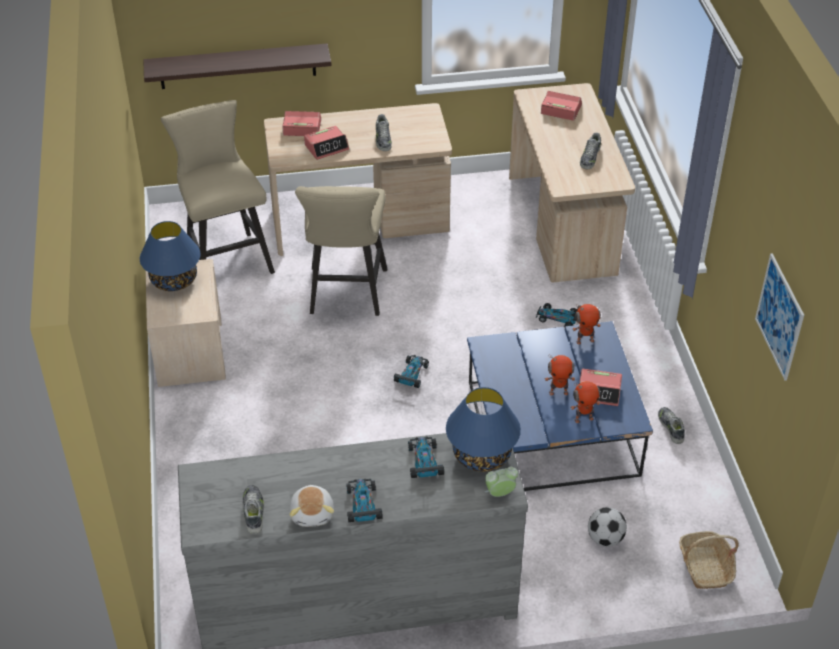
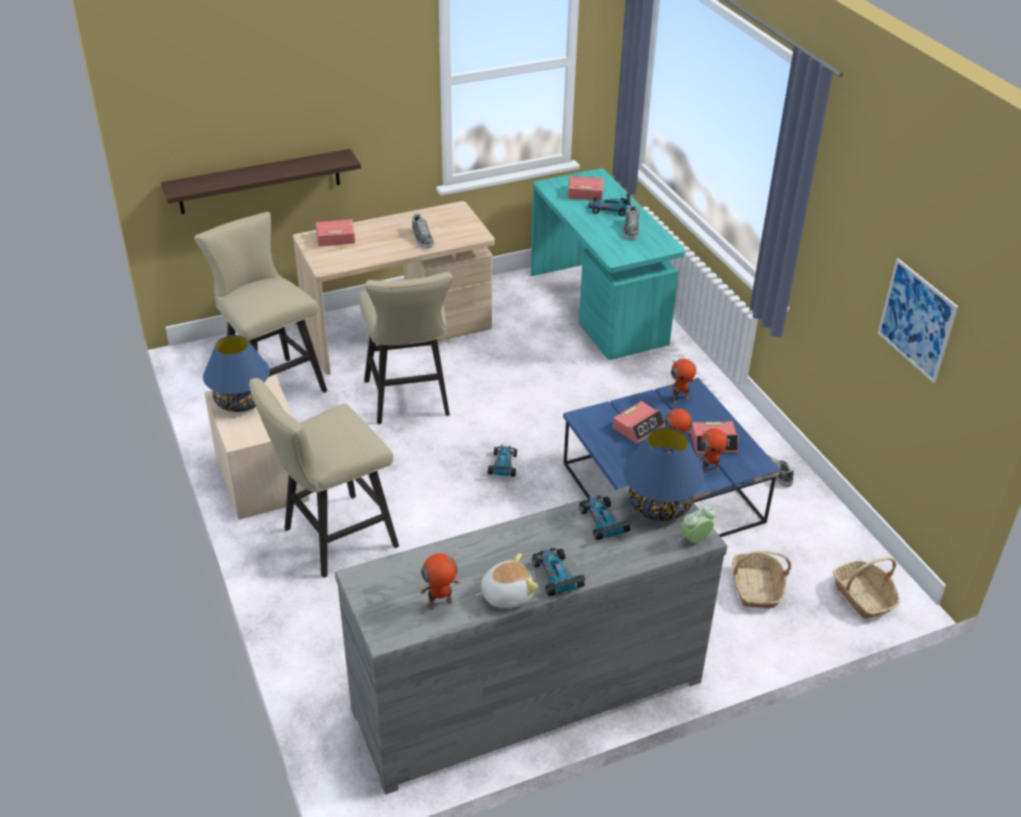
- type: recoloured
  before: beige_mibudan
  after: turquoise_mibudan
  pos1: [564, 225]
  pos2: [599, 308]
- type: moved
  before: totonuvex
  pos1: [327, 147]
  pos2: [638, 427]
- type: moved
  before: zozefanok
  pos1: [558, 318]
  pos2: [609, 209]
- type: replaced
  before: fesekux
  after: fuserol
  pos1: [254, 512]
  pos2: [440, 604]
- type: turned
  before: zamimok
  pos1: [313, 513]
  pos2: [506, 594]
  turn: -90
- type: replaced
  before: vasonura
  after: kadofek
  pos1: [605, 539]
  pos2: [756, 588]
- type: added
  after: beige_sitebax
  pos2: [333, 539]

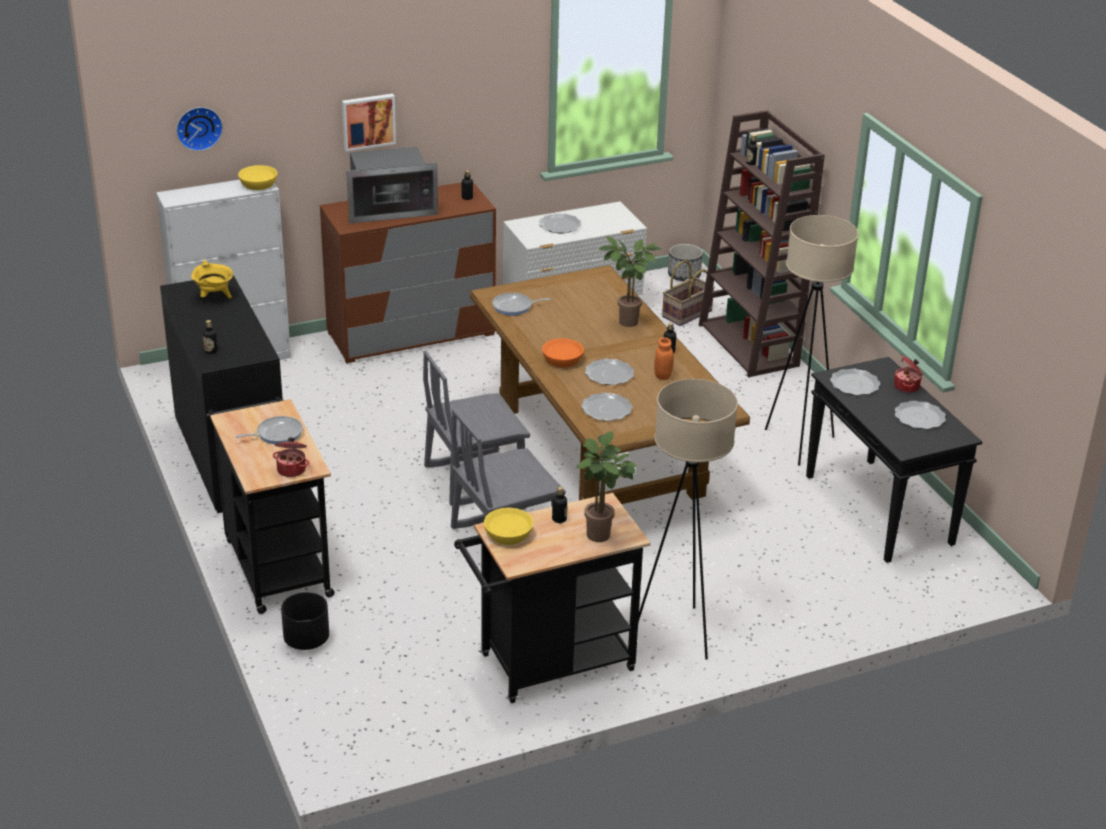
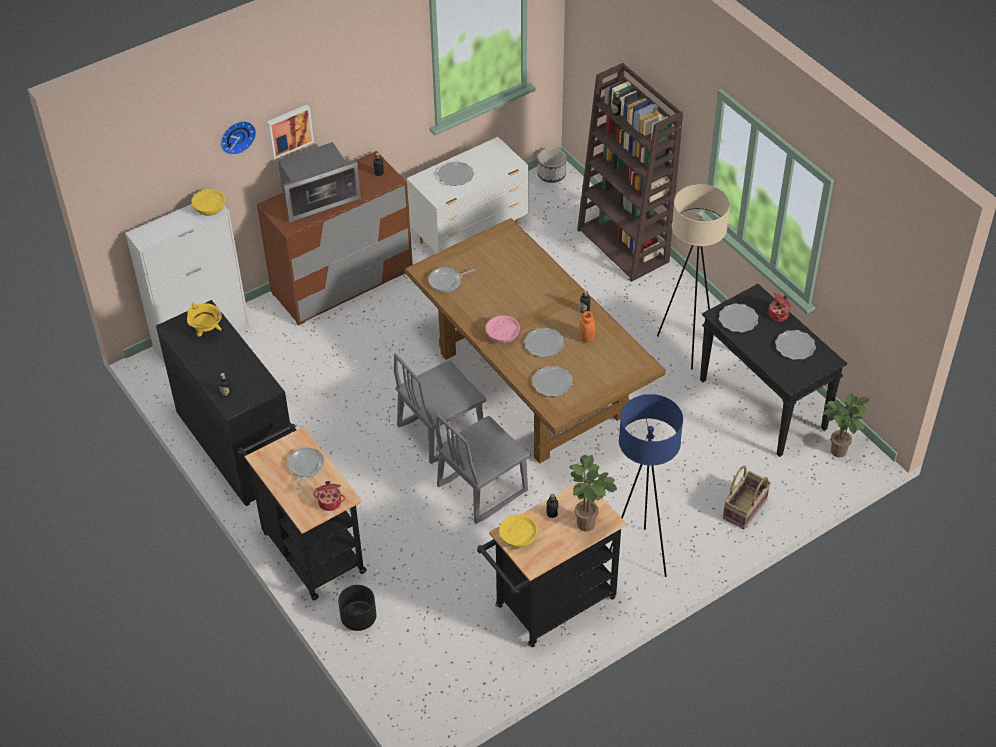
- type: moved
  before: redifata
  pos1: [198, 127]
  pos2: [236, 136]
- type: moved
  before: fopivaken
  pos1: [626, 323]
  pos2: [837, 453]
- type: moved
  before: kadofek
  pos1: [687, 314]
  pos2: [745, 509]
- type: recoloured
  before: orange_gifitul
  after: pink_gifitul
  pos1: [562, 360]
  pos2: [502, 335]
- type: recoloured
  before: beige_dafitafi
  after: blue_dafitafi
  pos1: [678, 633]
  pos2: [639, 556]
- type: turned
  before: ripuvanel
  pos1: [277, 434]
  pos2: [305, 466]
  turn: -45

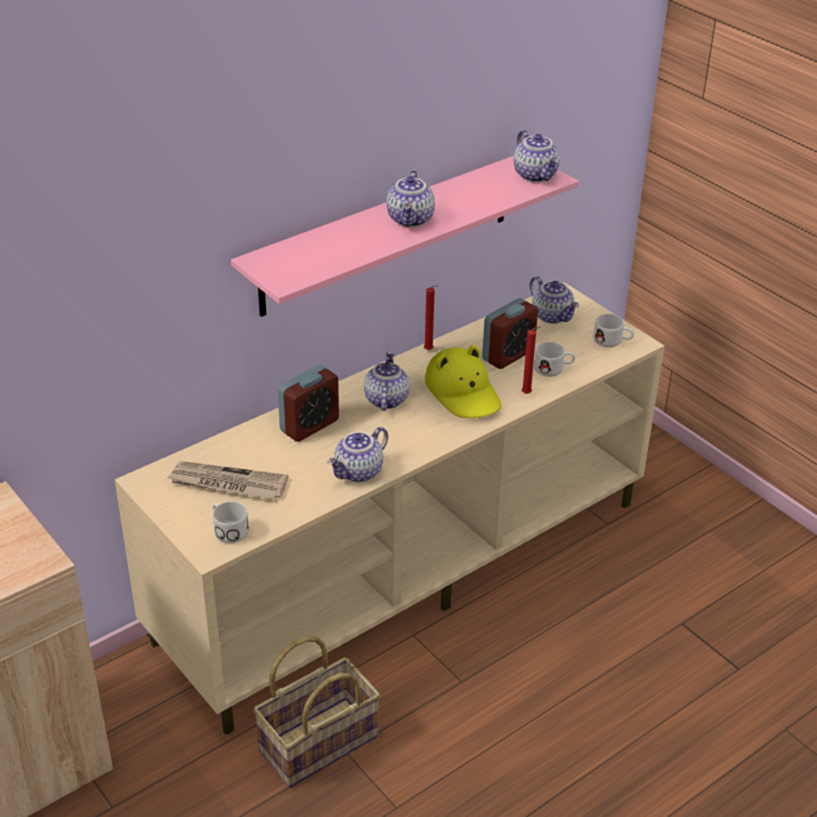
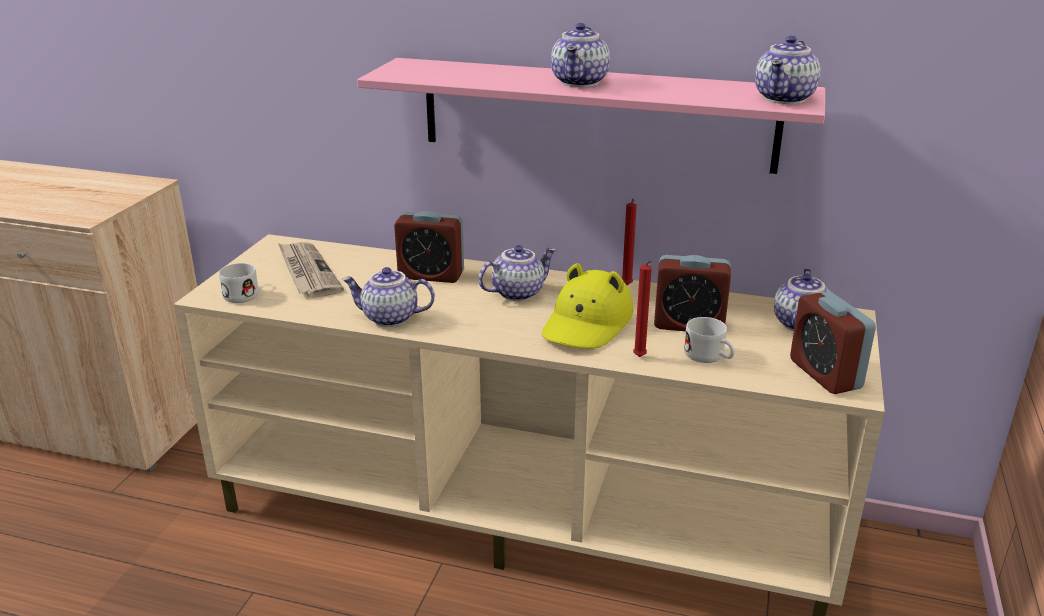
- type: turned
  before: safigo
  pos1: [411, 220]
  pos2: [581, 82]
  turn: -45
- type: replaced
  before: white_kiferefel
  after: totonuvex
  pos1: [612, 341]
  pos2: [825, 374]
- type: removed
  before: kadofek
  pos1: [318, 741]

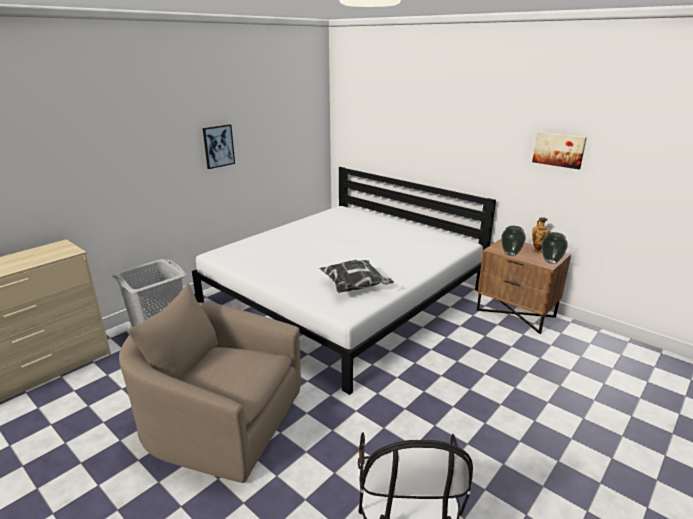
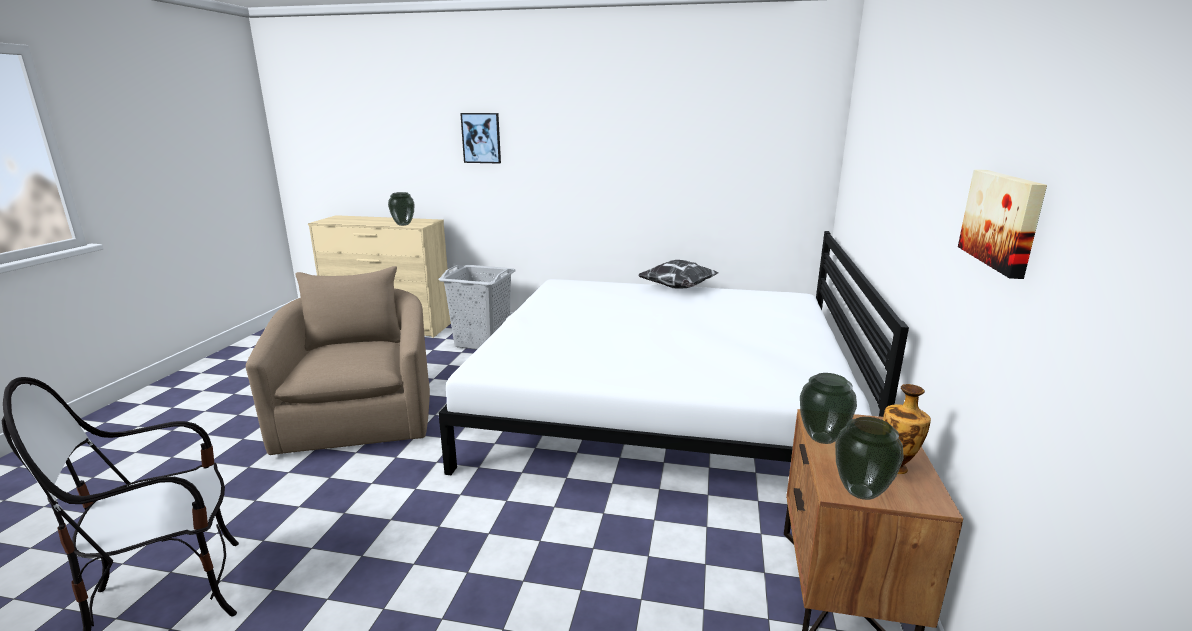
- type: moved
  before: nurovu
  pos1: [218, 146]
  pos2: [481, 138]
- type: moved
  before: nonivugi
  pos1: [355, 287]
  pos2: [678, 288]
- type: added
  after: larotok
  pos2: [403, 224]

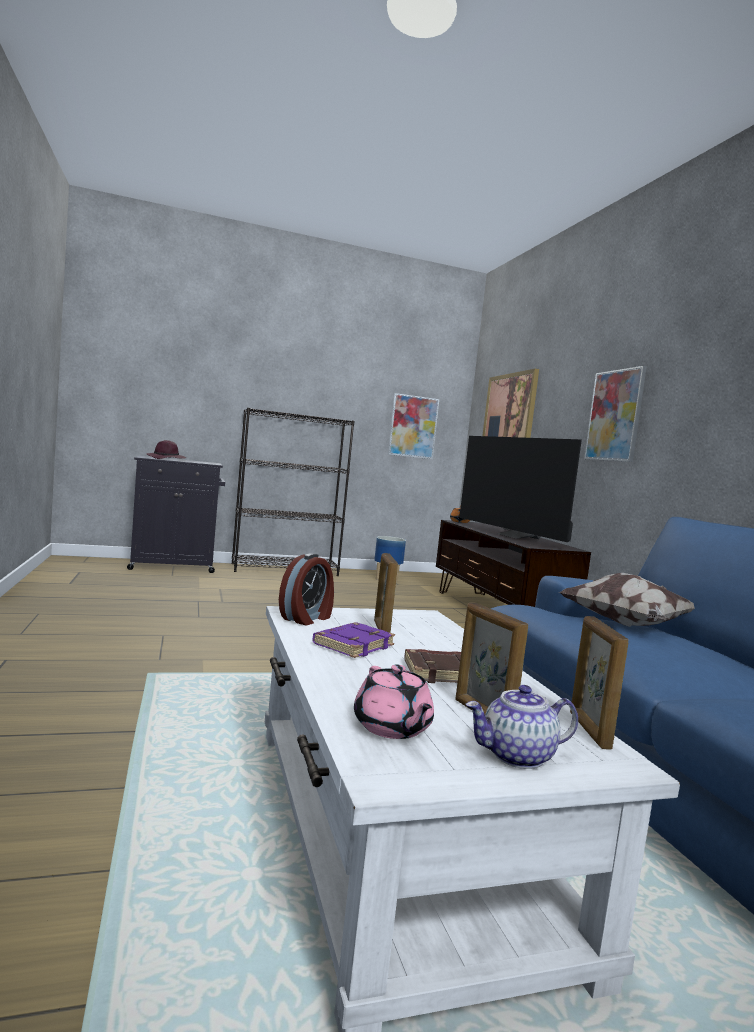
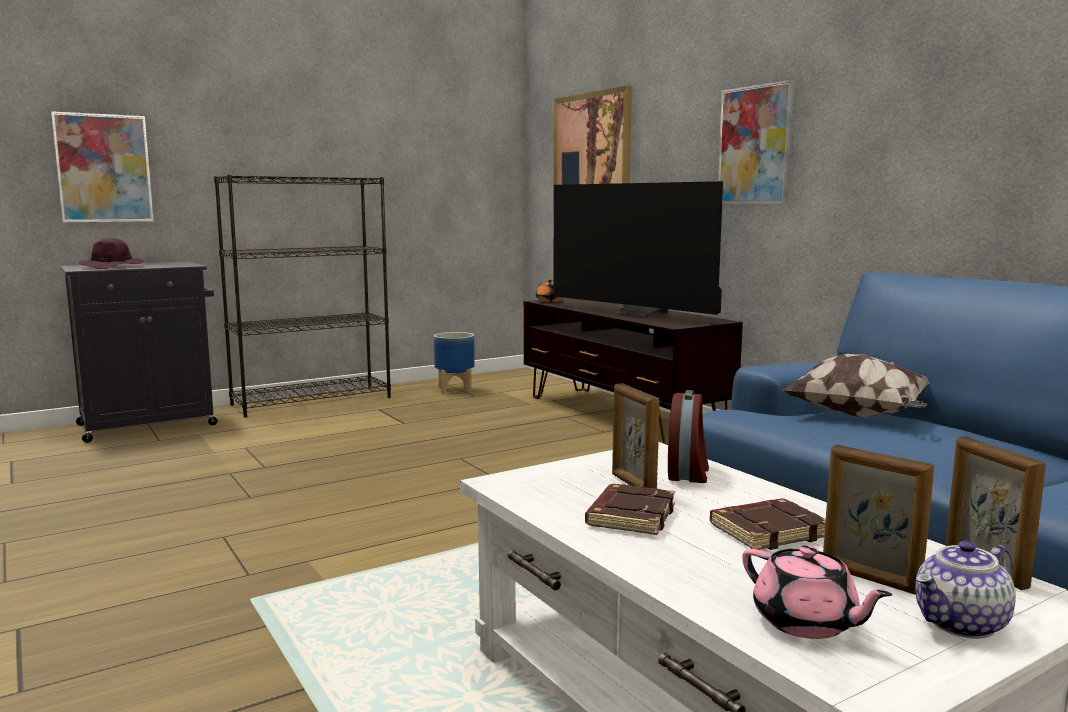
- type: moved
  before: nurovu
  pos1: [413, 426]
  pos2: [104, 168]
- type: moved
  before: totonuvex
  pos1: [307, 618]
  pos2: [689, 473]
- type: recoloured
  before: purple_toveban
  after: brown_toveban
  pos1: [353, 645]
  pos2: [630, 516]

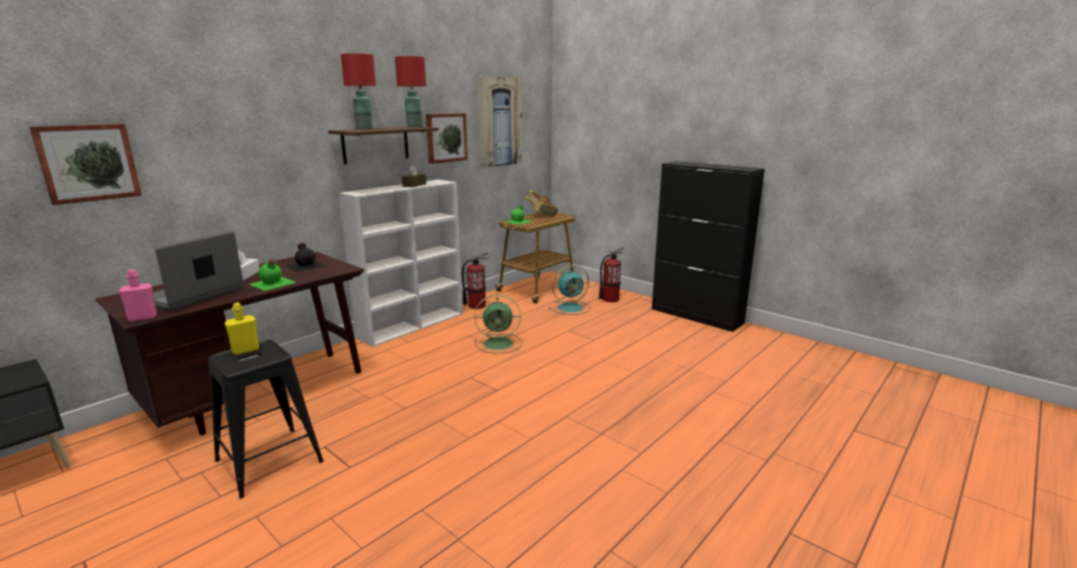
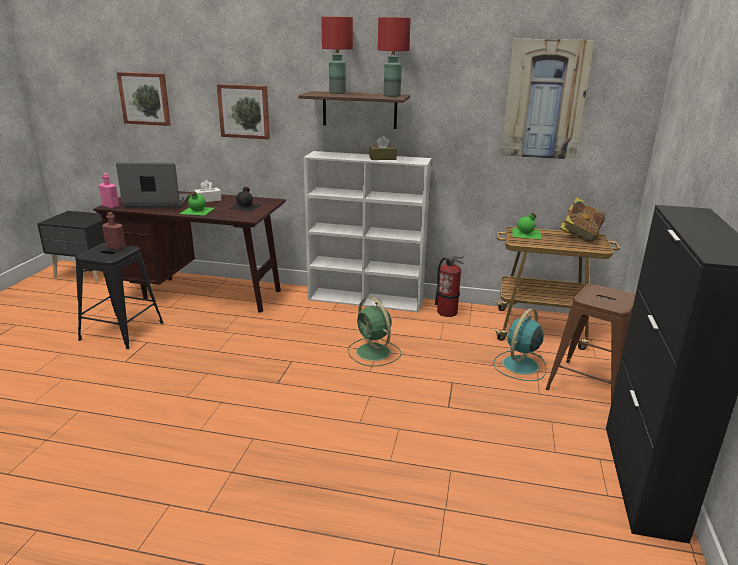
- type: moved
  before: nurovu
  pos1: [446, 137]
  pos2: [244, 111]
- type: replaced
  before: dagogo
  after: brown_sitebax
  pos1: [610, 299]
  pos2: [588, 385]
- type: turned
  before: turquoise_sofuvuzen
  pos1: [571, 308]
  pos2: [519, 366]
  turn: 90
- type: recoloured
  before: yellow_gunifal
  after: red_gunifal
  pos1: [245, 350]
  pos2: [116, 247]

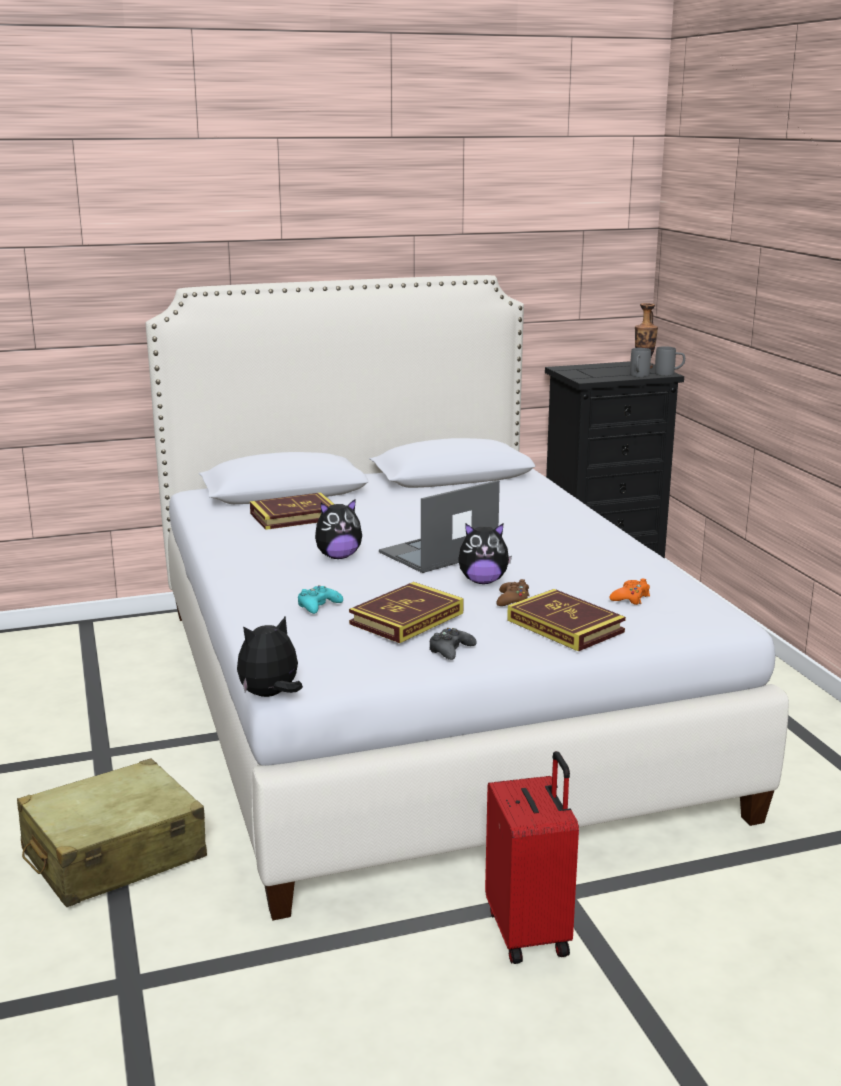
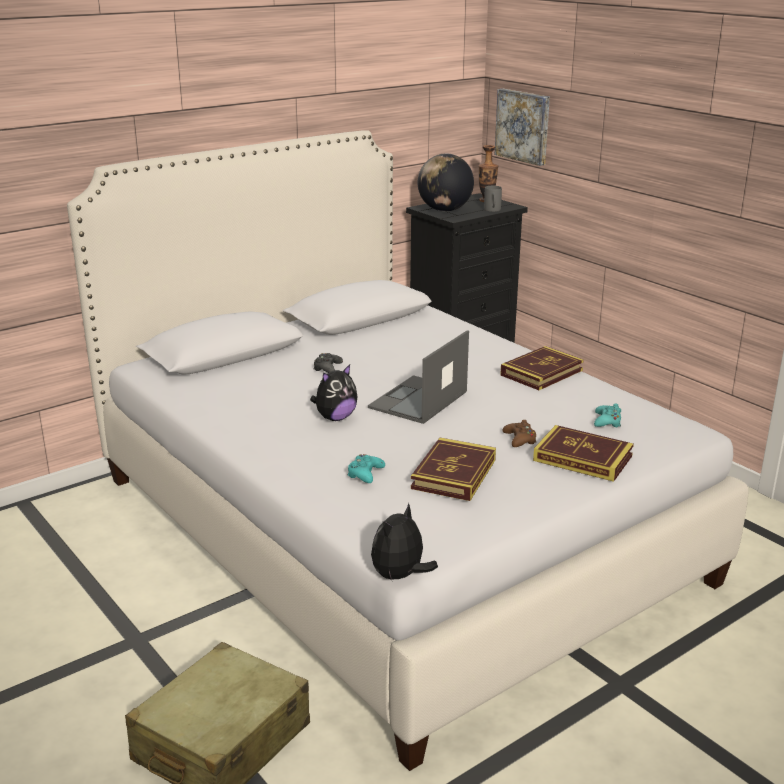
- type: removed
  before: grey_kiferefel
  pos1: [669, 374]
- type: moved
  before: toveban
  pos1: [294, 516]
  pos2: [541, 372]
- type: removed
  before: zamimok
  pos1: [483, 581]
- type: recoloured
  before: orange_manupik
  after: turquoise_manupik
  pos1: [630, 598]
  pos2: [607, 421]
- type: moved
  before: black_manupik
  pos1: [450, 650]
  pos2: [327, 368]
- type: removed
  before: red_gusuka
  pos1: [530, 932]
- type: added
  after: nurovu
  pos2: [524, 126]
- type: added
  after: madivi
  pos2: [444, 210]

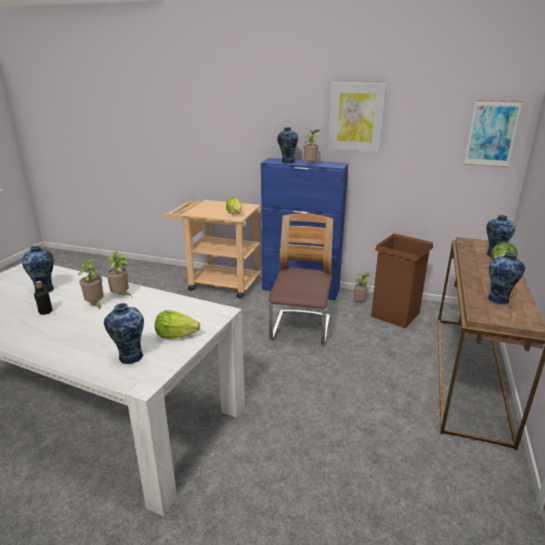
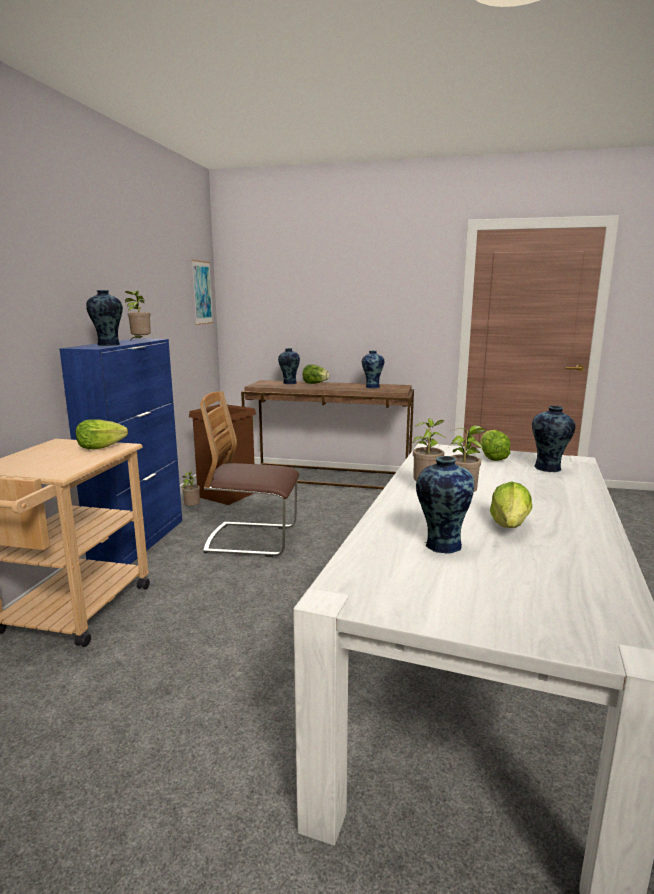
- type: removed
  before: nurovu
  pos1: [356, 117]
- type: replaced
  before: gunifal
  after: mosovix
  pos1: [45, 311]
  pos2: [509, 526]

